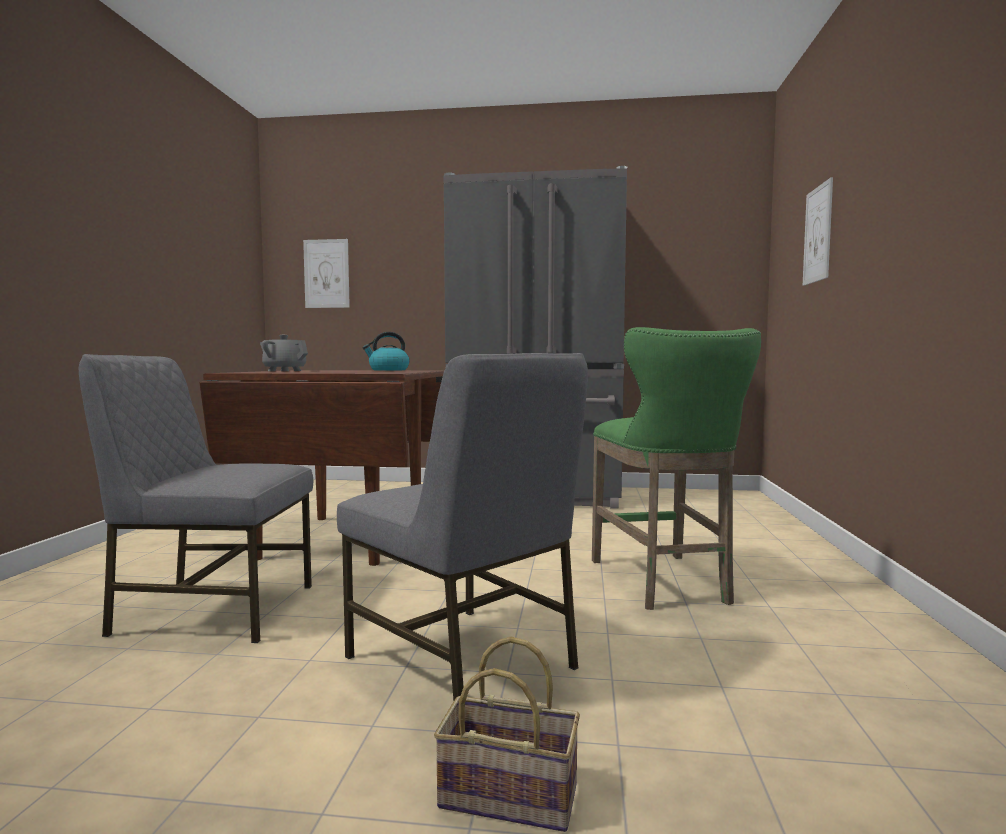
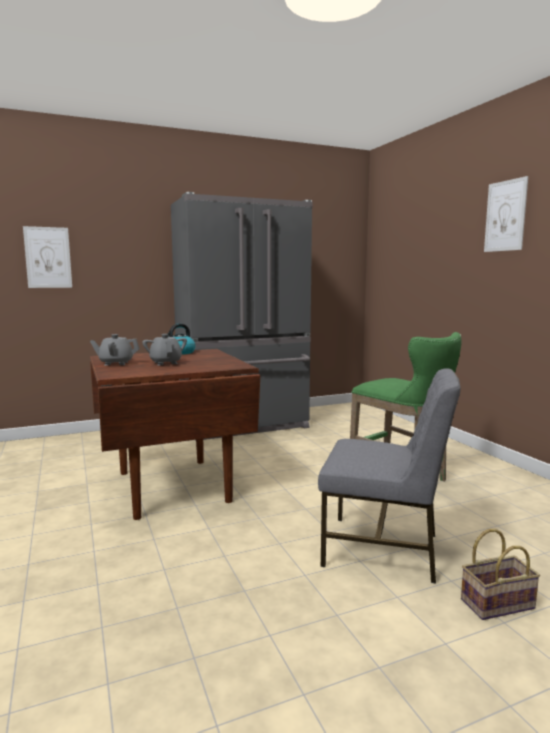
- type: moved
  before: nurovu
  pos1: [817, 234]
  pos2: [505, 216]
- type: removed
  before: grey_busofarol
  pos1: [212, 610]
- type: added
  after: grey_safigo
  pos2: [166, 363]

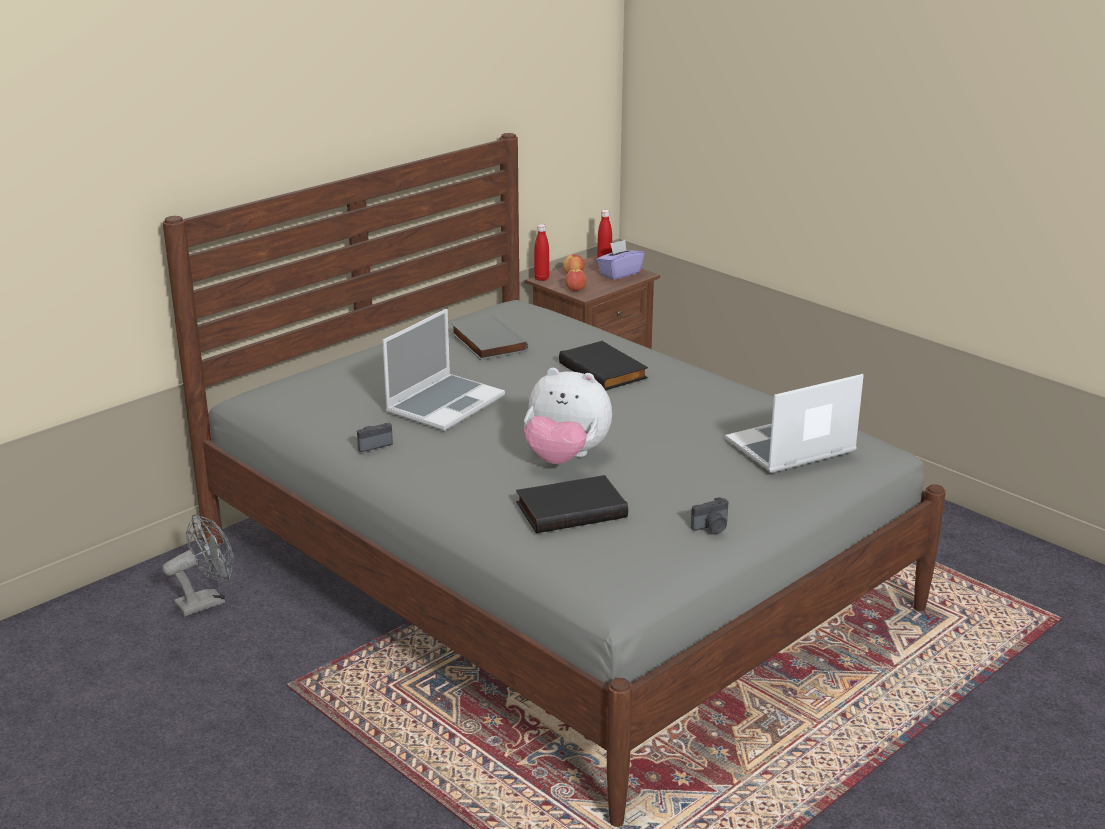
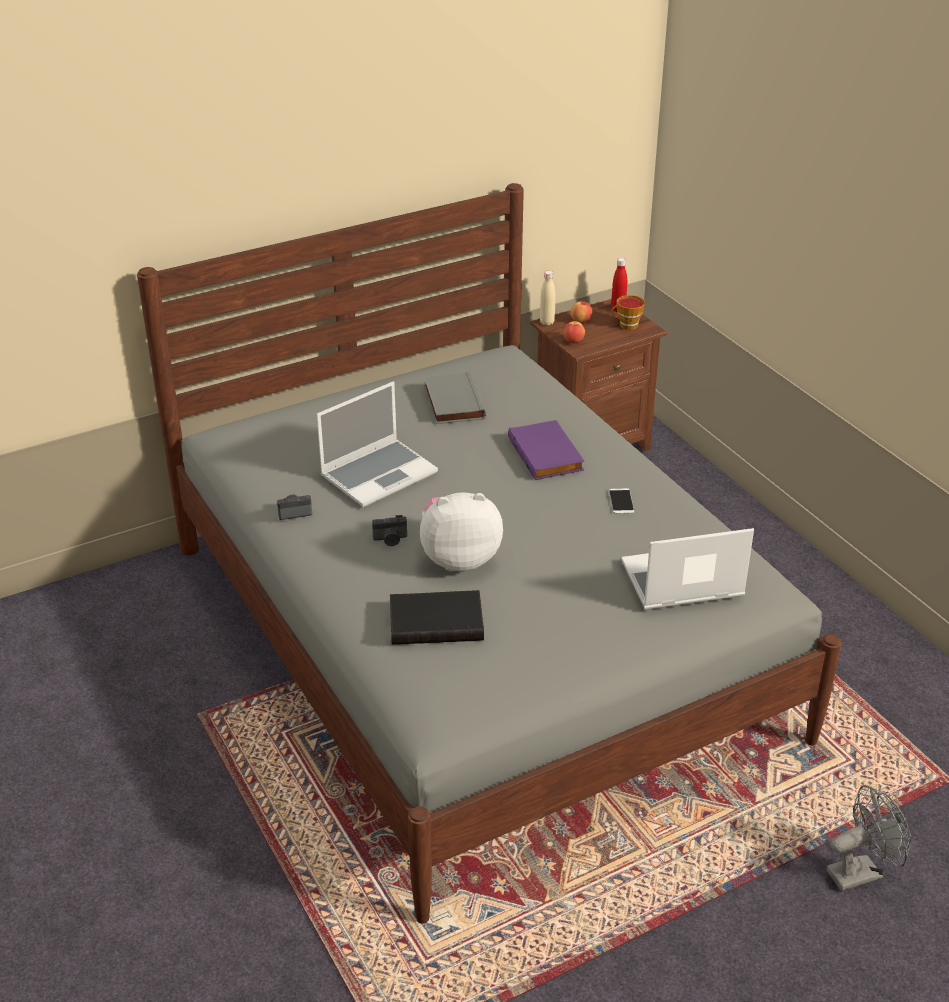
- type: recoloured
  before: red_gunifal
  after: beige_gunifal
  pos1: [541, 278]
  pos2: [547, 322]
- type: replaced
  before: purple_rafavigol
  after: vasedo
  pos1: [619, 274]
  pos2: [626, 326]
- type: recoloured
  before: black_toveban
  after: purple_toveban
  pos1: [605, 370]
  pos2: [547, 454]
- type: turned
  before: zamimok
  pos1: [565, 458]
  pos2: [459, 558]
  turn: 135
- type: moved
  before: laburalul
  pos1: [712, 527]
  pos2: [390, 540]
- type: moved
  before: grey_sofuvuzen
  pos1: [207, 601]
  pos2: [861, 871]
- type: added
  after: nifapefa
  pos2: [621, 501]

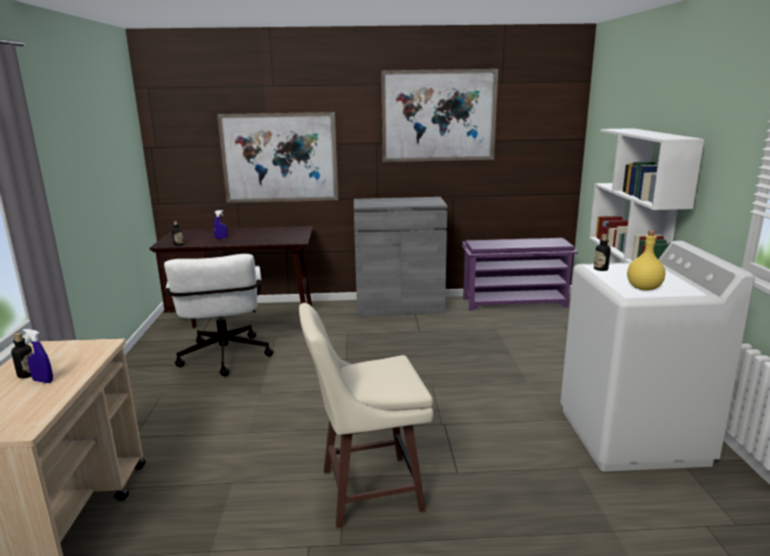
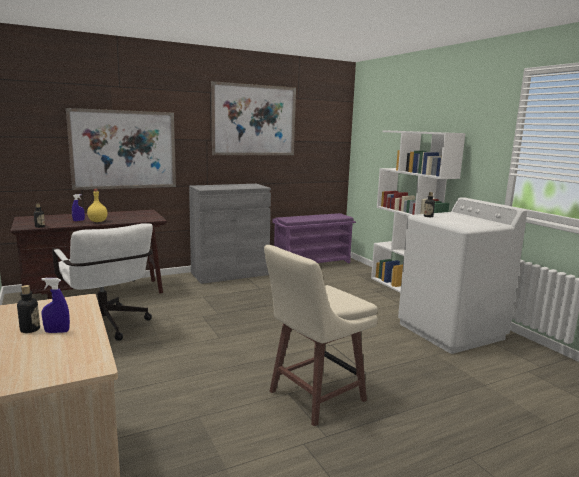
- type: moved
  before: yellow_gunifal
  pos1: [643, 288]
  pos2: [97, 221]

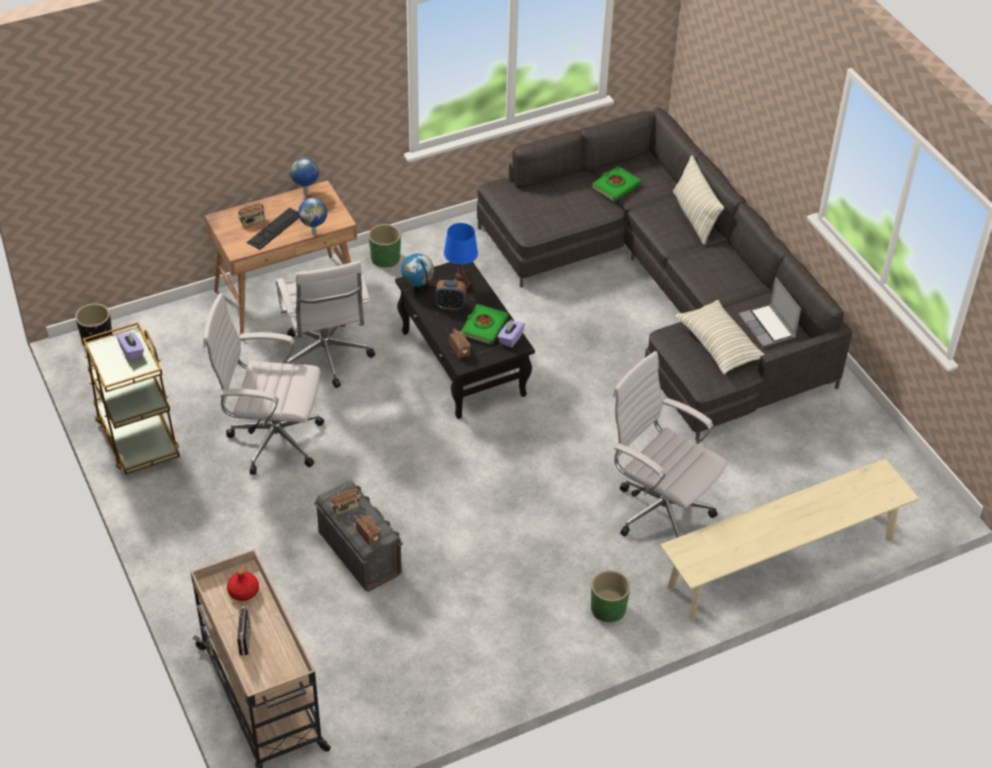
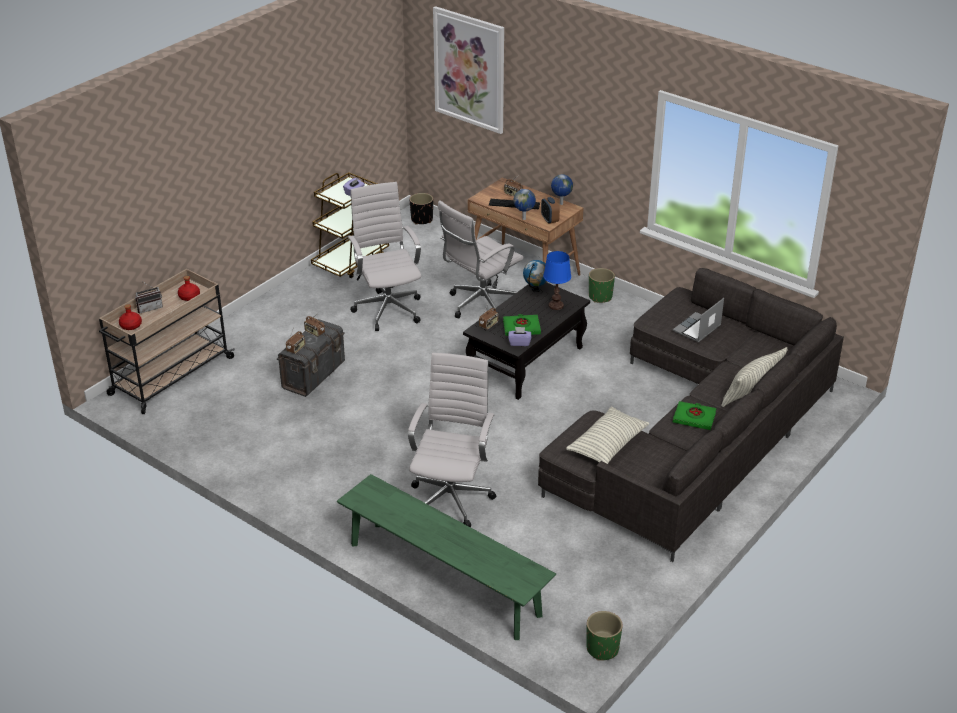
- type: moved
  before: green_toveban
  pos1: [615, 186]
  pos2: [694, 418]
- type: moved
  before: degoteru
  pos1: [768, 327]
  pos2: [697, 329]
- type: moved
  before: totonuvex
  pos1: [450, 306]
  pos2: [549, 220]
- type: recoloured
  before: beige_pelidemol
  after: green_pelidemol
  pos1: [782, 563]
  pos2: [443, 579]
- type: moved
  before: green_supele
  pos1: [607, 609]
  pos2: [602, 649]
- type: added
  after: nurovu
  pos2: [469, 69]
- type: added
  after: red_gunifal
  pos2: [131, 325]

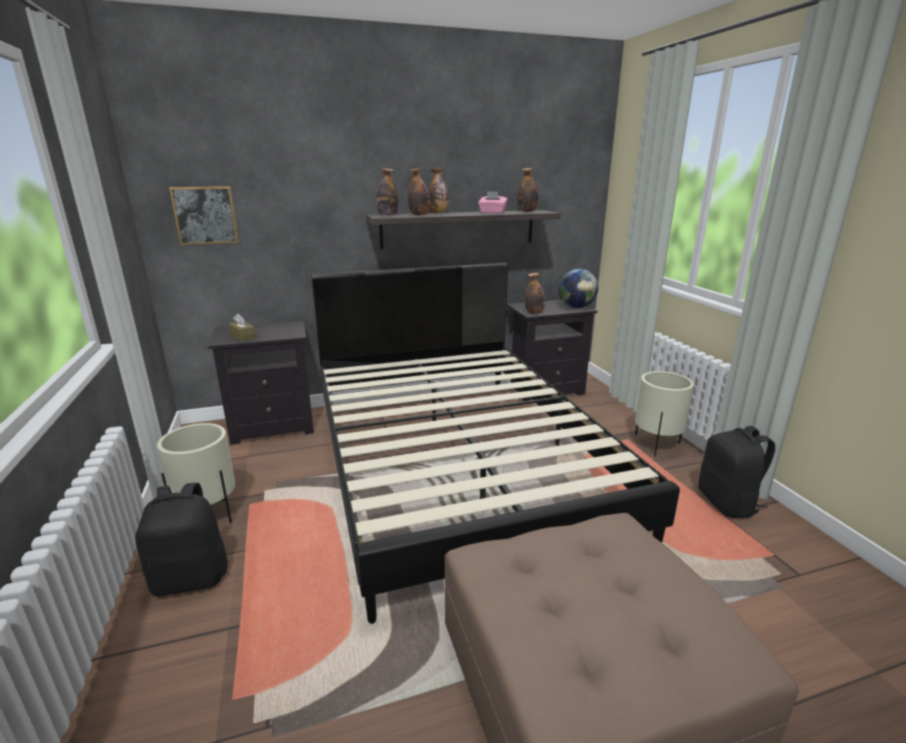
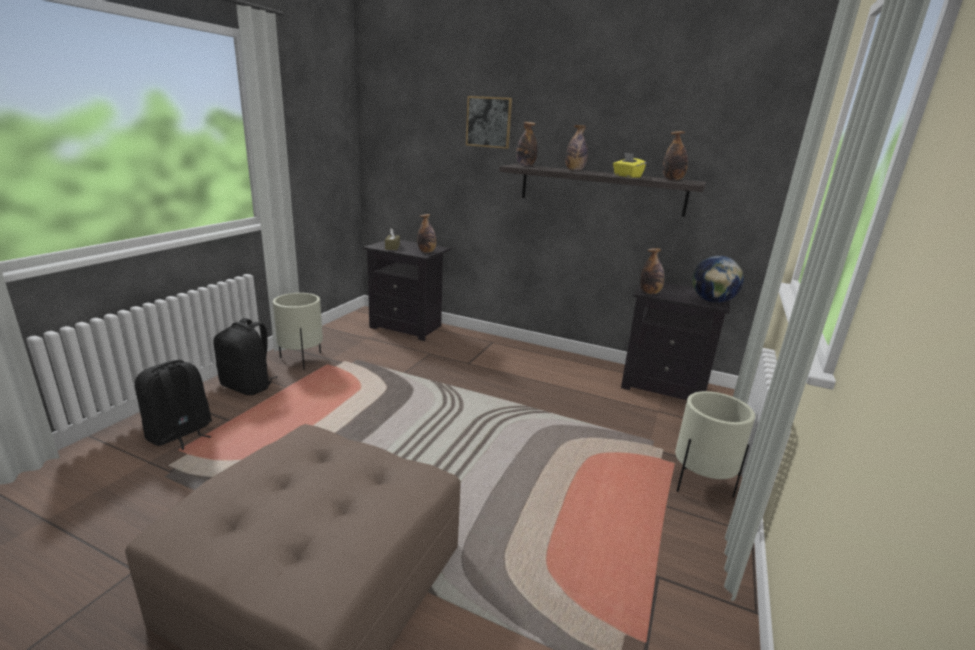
- type: moved
  before: gunifal
  pos1: [419, 215]
  pos2: [427, 252]
- type: moved
  before: nurovu
  pos1: [205, 215]
  pos2: [488, 122]
- type: recoloured
  before: pink_rafavigol
  after: yellow_rafavigol
  pos1: [492, 213]
  pos2: [627, 176]
- type: removed
  before: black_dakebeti
  pos1: [456, 463]
- type: moved
  before: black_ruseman
  pos1: [728, 503]
  pos2: [180, 433]

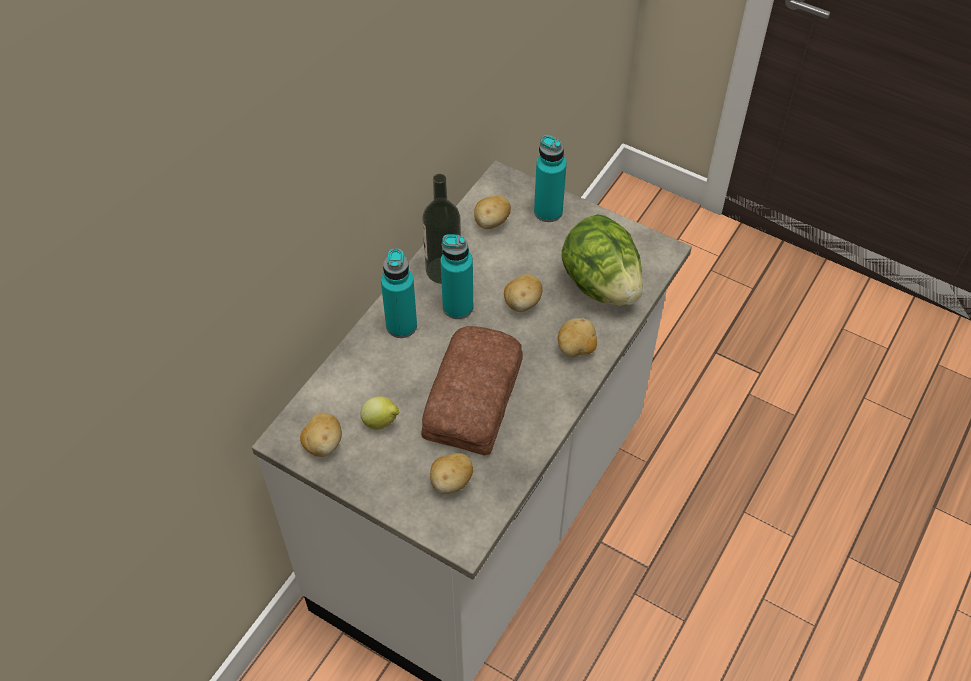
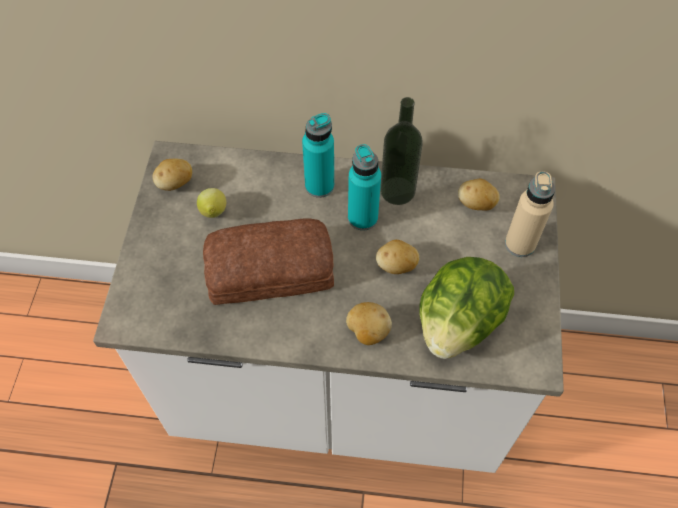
- type: recoloured
  before: turquoise_gunifal
  after: beige_gunifal
  pos1: [548, 211]
  pos2: [520, 244]
- type: removed
  before: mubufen
  pos1: [451, 482]

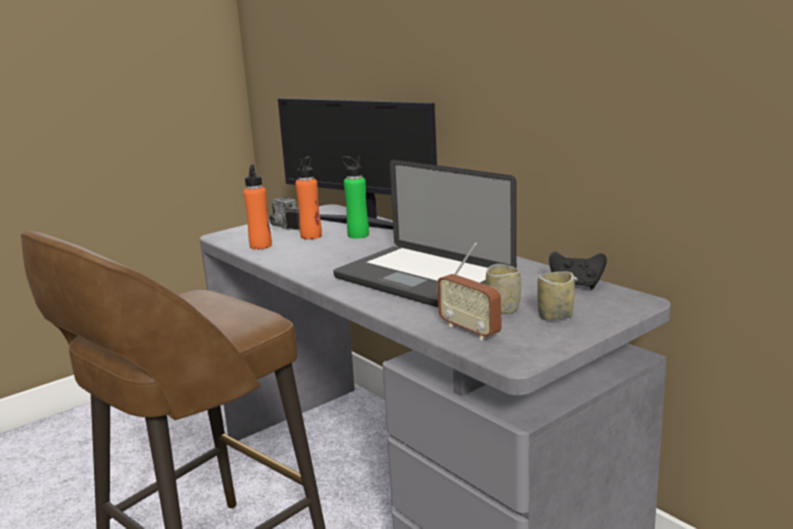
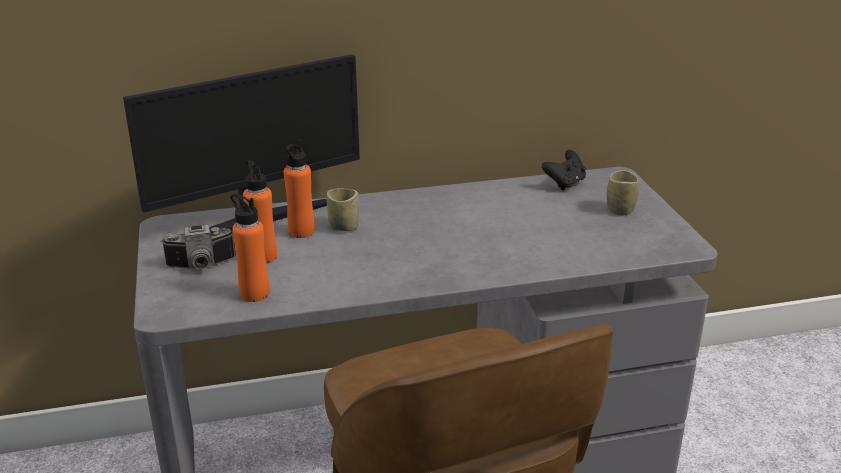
- type: recoloured
  before: green_gunifal
  after: orange_gunifal
  pos1: [358, 235]
  pos2: [301, 231]
- type: removed
  before: degoteru
  pos1: [422, 280]
- type: removed
  before: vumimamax
  pos1: [470, 330]
- type: moved
  before: vasedo
  pos1: [503, 308]
  pos2: [343, 227]

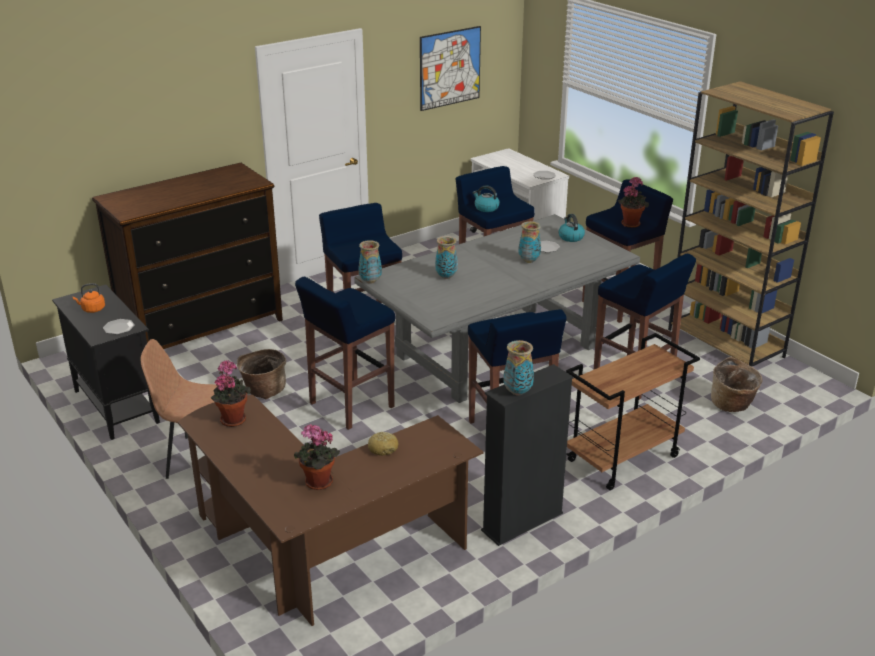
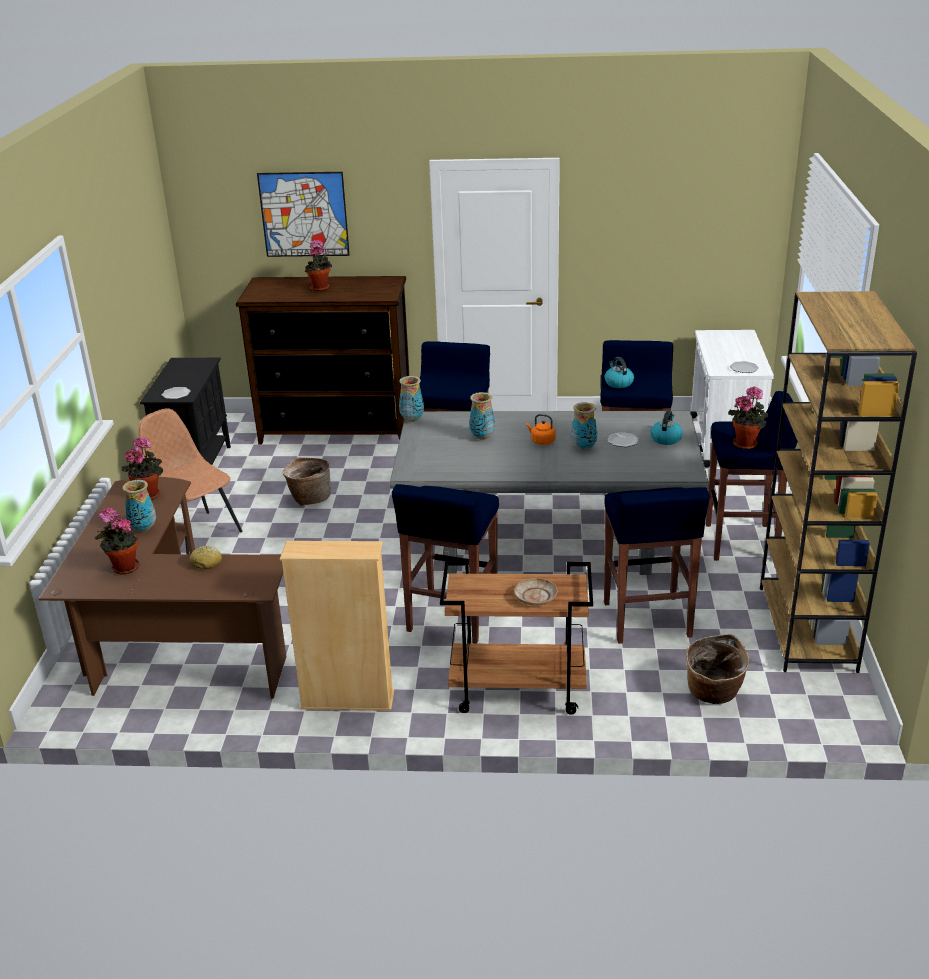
- type: moved
  before: nurovu
  pos1: [450, 68]
  pos2: [304, 214]
- type: removed
  before: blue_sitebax
  pos1: [350, 405]
- type: moved
  before: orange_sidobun
  pos1: [92, 309]
  pos2: [541, 441]
- type: moved
  before: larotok
  pos1: [517, 392]
  pos2: [143, 529]
- type: recoloured
  before: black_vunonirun
  after: beige_vunonirun
  pos1: [522, 522]
  pos2: [347, 700]
- type: added
  after: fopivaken
  pos2: [320, 288]
- type: added
  after: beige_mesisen
  pos2: [535, 597]

